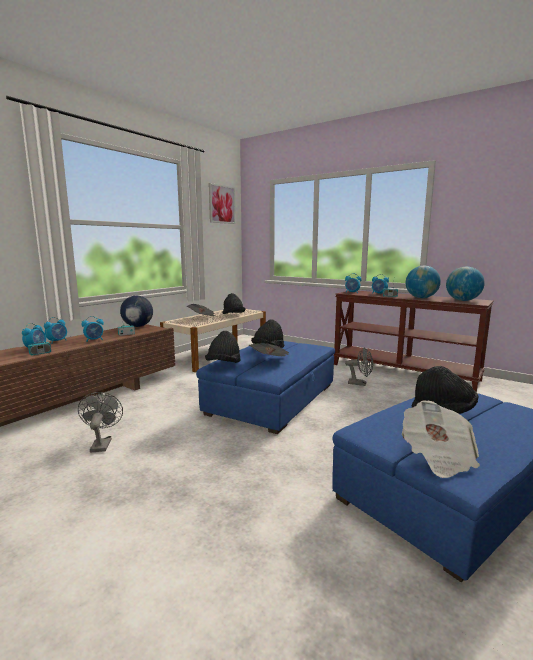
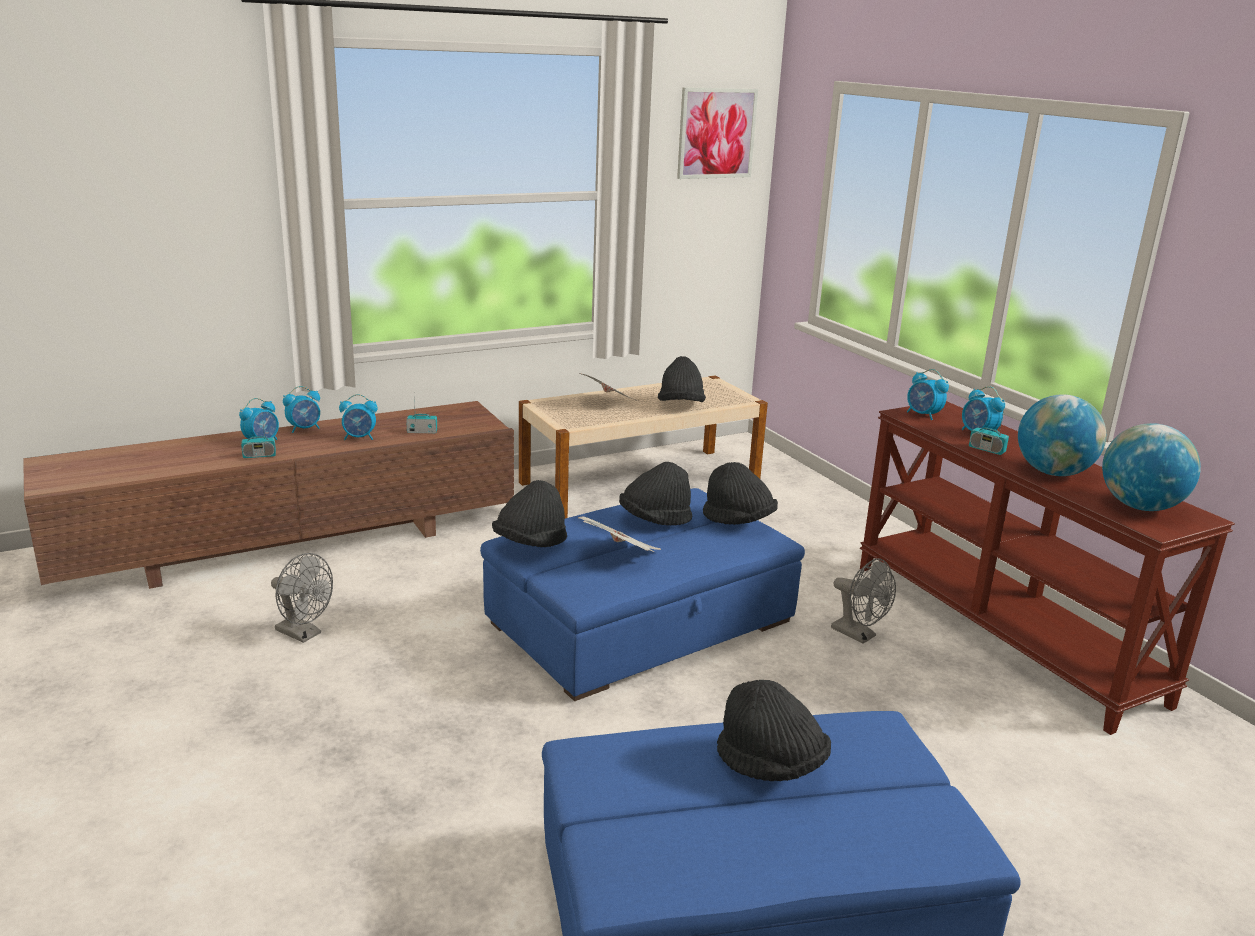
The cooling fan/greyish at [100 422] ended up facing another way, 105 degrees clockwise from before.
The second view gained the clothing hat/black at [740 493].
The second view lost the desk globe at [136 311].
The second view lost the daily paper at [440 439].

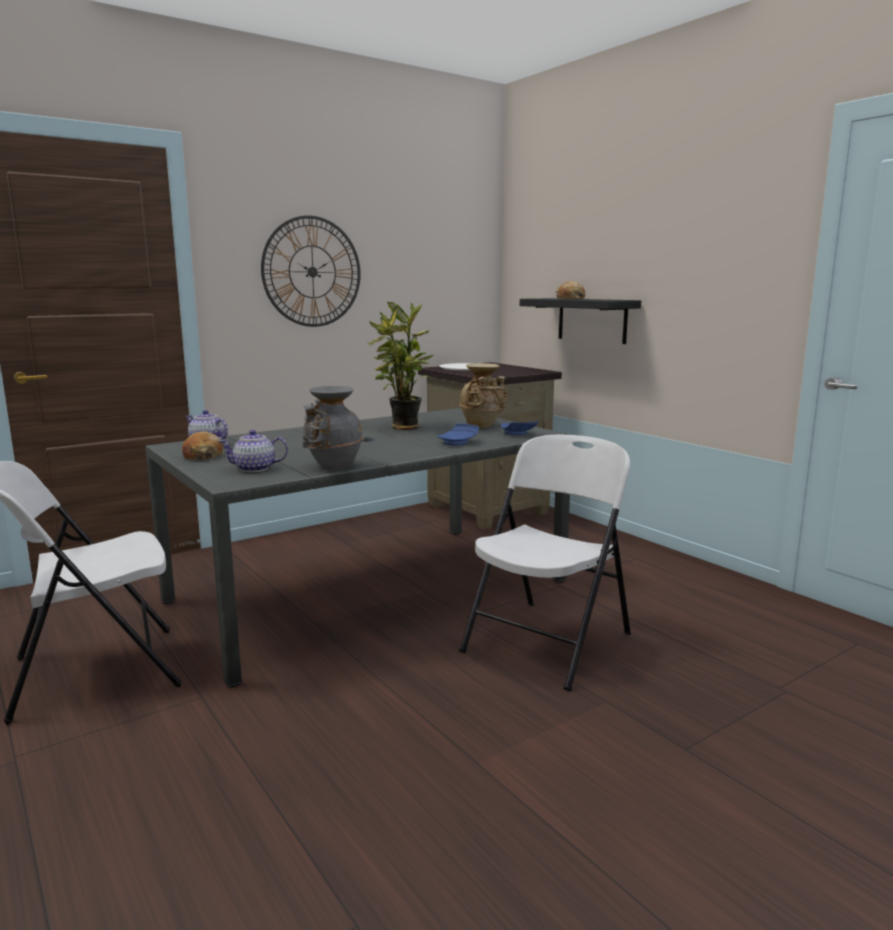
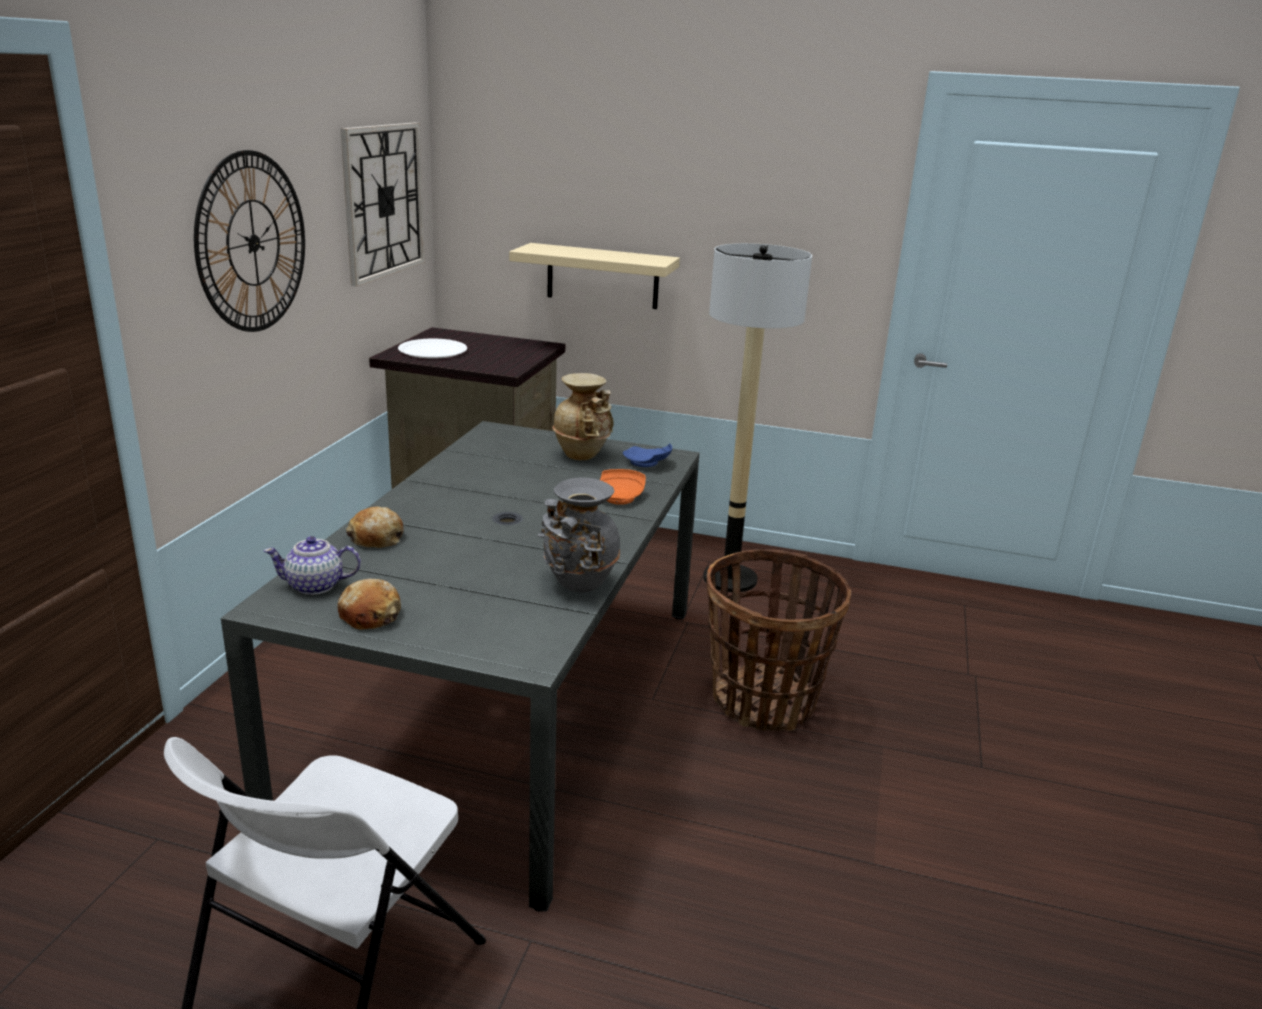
The second view gained the hanging clock at [382 205].
The bakery bread ended up elsewhere, having gone from [570 290] to [375 527].
What was the bracket shelf/black at [580 321] turned into the bracket shelf/beige-coloured at [594 276].
What was the flat dish/bluish at [458 434] turned into the flat dish/orangey at [623 487].
The second view gained the floor lamp at [757 417].
Where the chair/white stood at [545 563], the basket came to stand at [778 640].
The second view lost the tea pot at [253 451].
The second view lost the plant in a pot at [400 366].

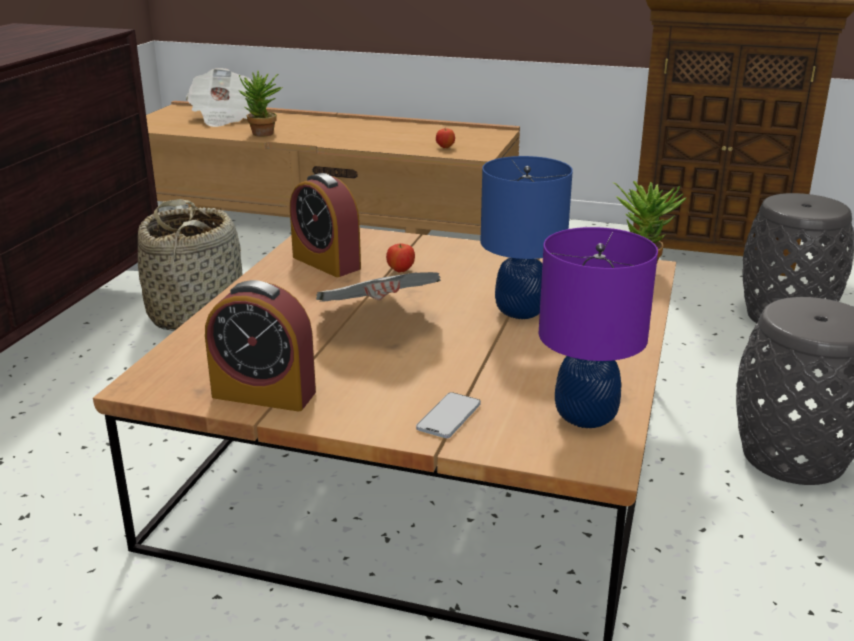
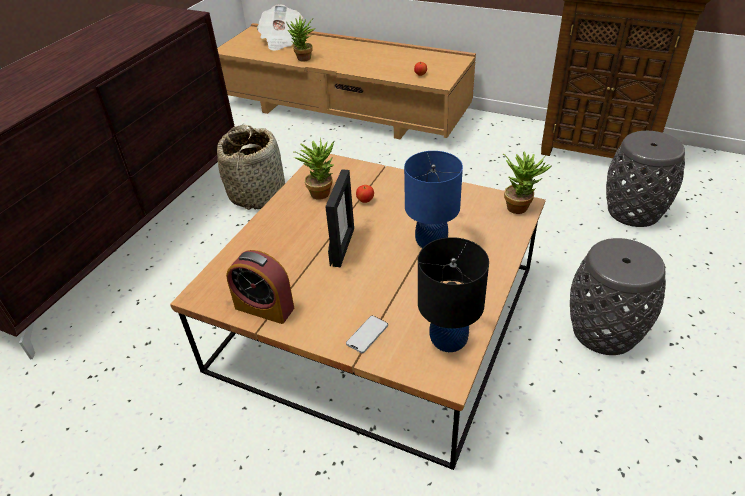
Where the alarm clock stood at [325 225], the plant in a pot came to stand at [314 169].
Where the daily paper stood at [378 286], the standing frame came to stand at [339 218].
What was the tabletop lamp/purplish at [598 327] turned into the tabletop lamp/black at [453 294].

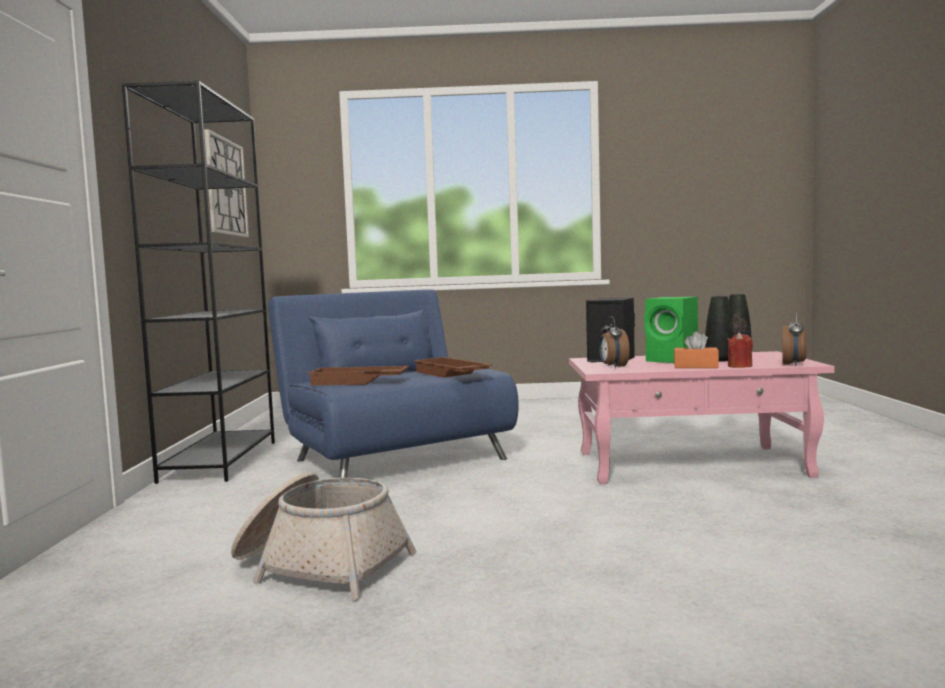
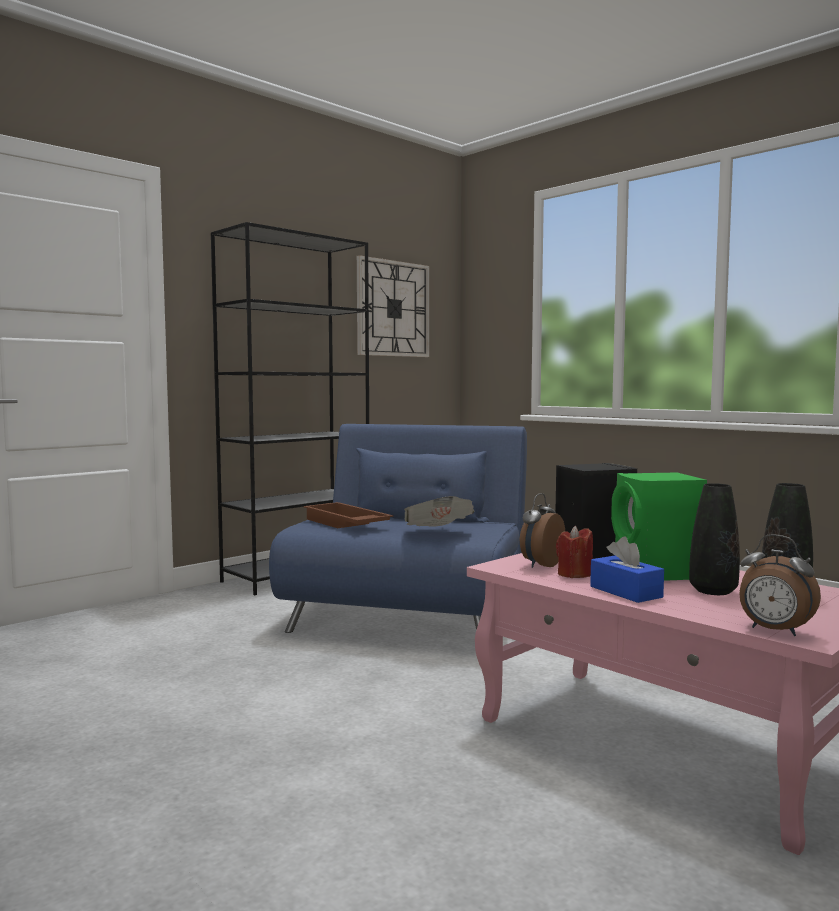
Where the serving tray/brownish stood at [452 367], the daily paper came to stand at [439 511].
The candle/red ended up elsewhere, having gone from [740 350] to [574 552].
What was the tissue holder/orangey at [696 350] turned into the tissue holder/bluish at [627 570].
The alarm clock at [794 339] ended up facing another way, 60 degrees clockwise from before.
The second view lost the basket at [323 536].

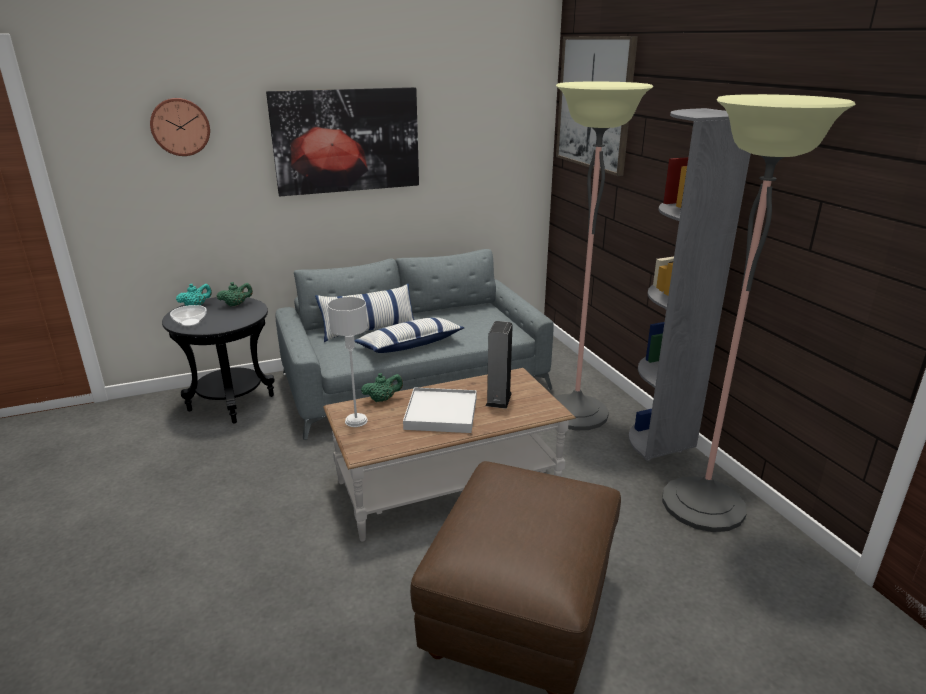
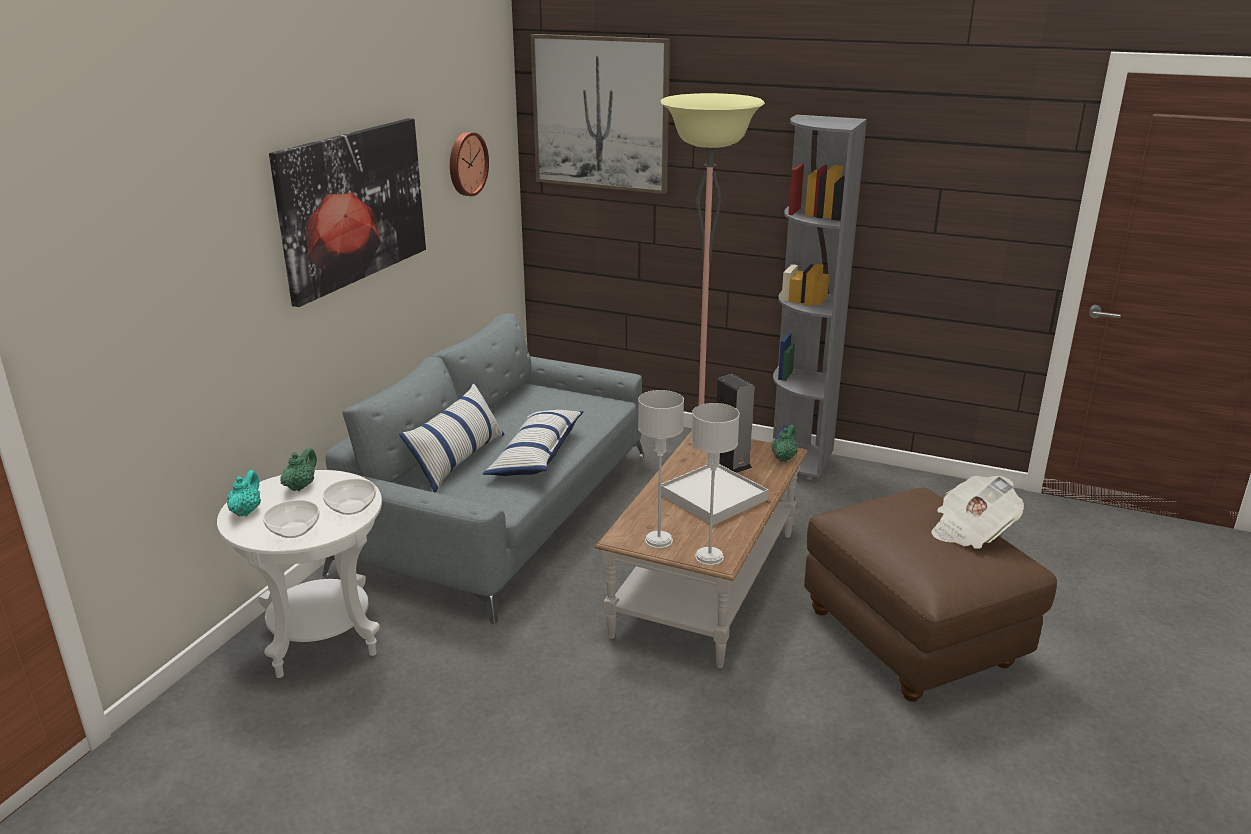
What was the accent table/black at [218 360] turned into the accent table/white at [299 574].
The second view gained the bowl at [349 497].
The hanging clock ended up elsewhere, having gone from [180 127] to [469 164].
The second view gained the tabletop lamp/greyish at [715 484].
The tea pot/green-coloured ended up elsewhere, having gone from [382 387] to [785 443].
The second view gained the daily paper at [977 512].
The second view lost the floor lamp at [759 313].

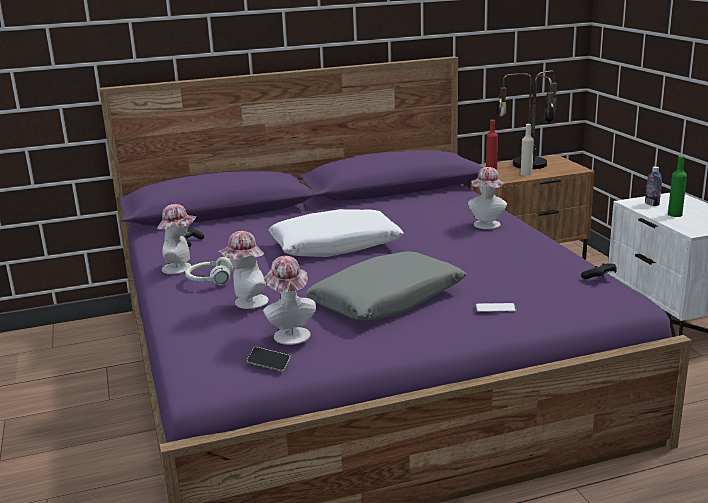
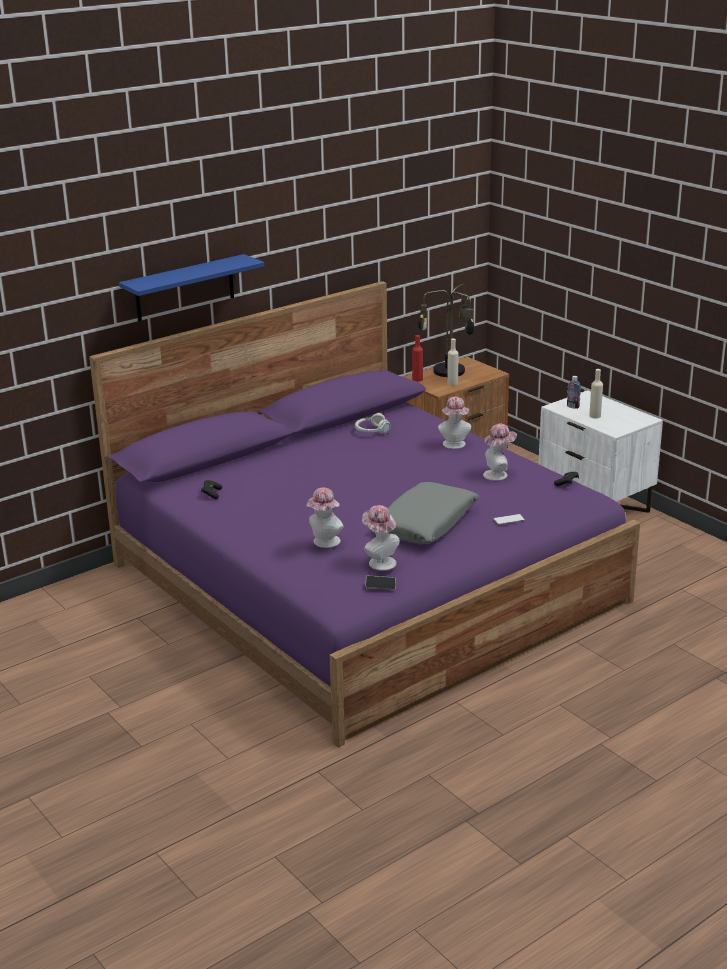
The second view gained the bracket shelf/bluish at [191 287].
The headphones ended up elsewhere, having gone from [209 271] to [373 423].
The clothing hat ended up elsewhere, having gone from [176 239] to [500 452].
What was the beverage bottle/green-coloured at [677 186] turned into the beverage bottle/beige-coloured at [596 393].
The second view lost the cushion/white at [336 233].

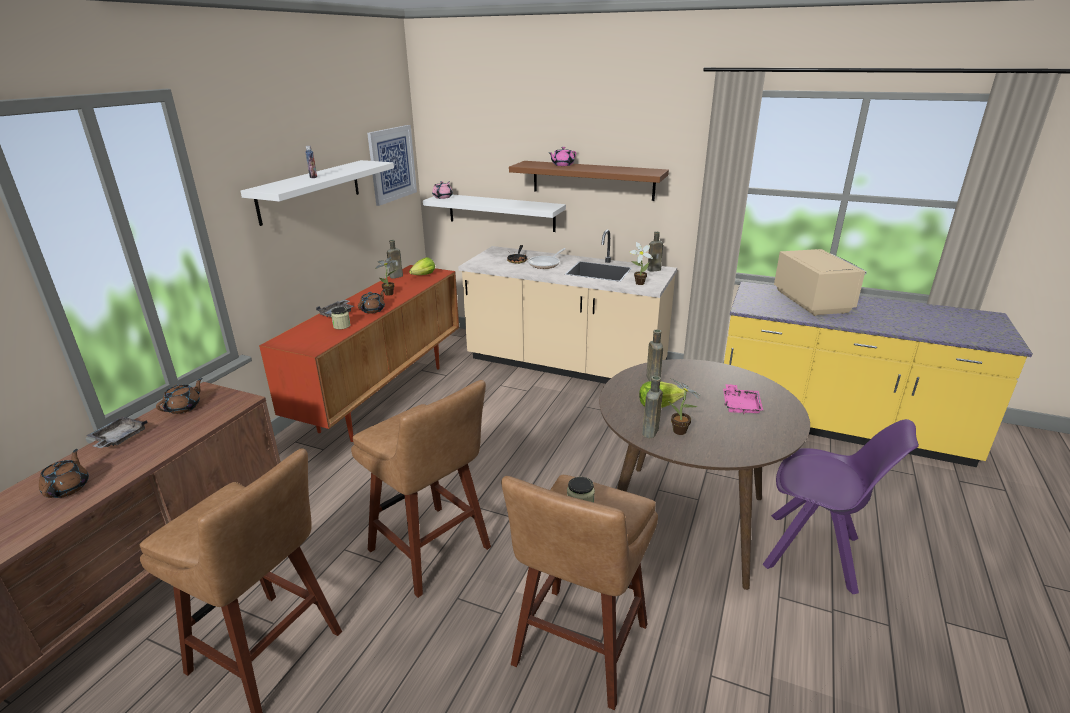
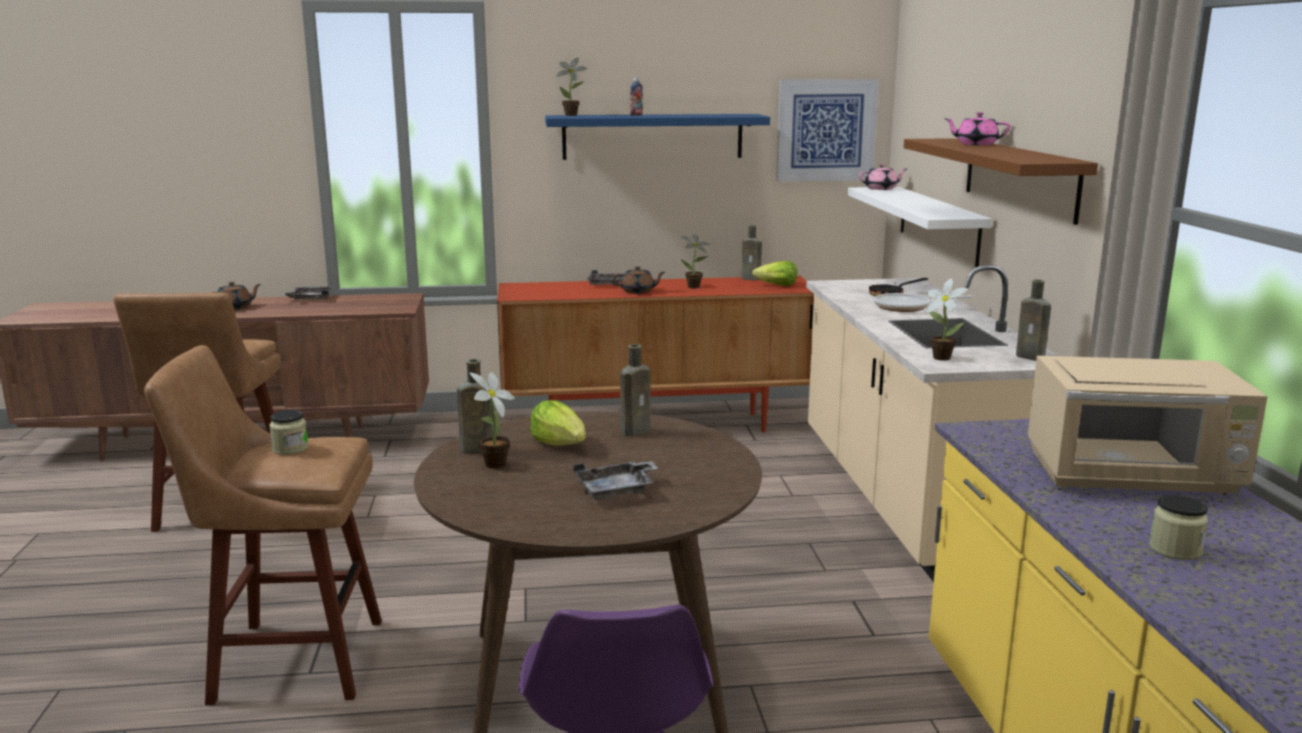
What was the bracket shelf/white at [317 193] turned into the bracket shelf/bluish at [657 137].
The second view gained the plant in a pot at [572 87].
What was the serving tray/pinkish at [743 399] turned into the serving tray/greyish at [616 480].
The kitchen microwave/beige-coloured at [820 282] ended up facing another way, 45 degrees clockwise from before.
The preserve jar ended up elsewhere, having gone from [341 318] to [1178 527].
The second view lost the tea pot/brownish at [179 396].
The second view lost the sitting stool/brownish at [421 489].

